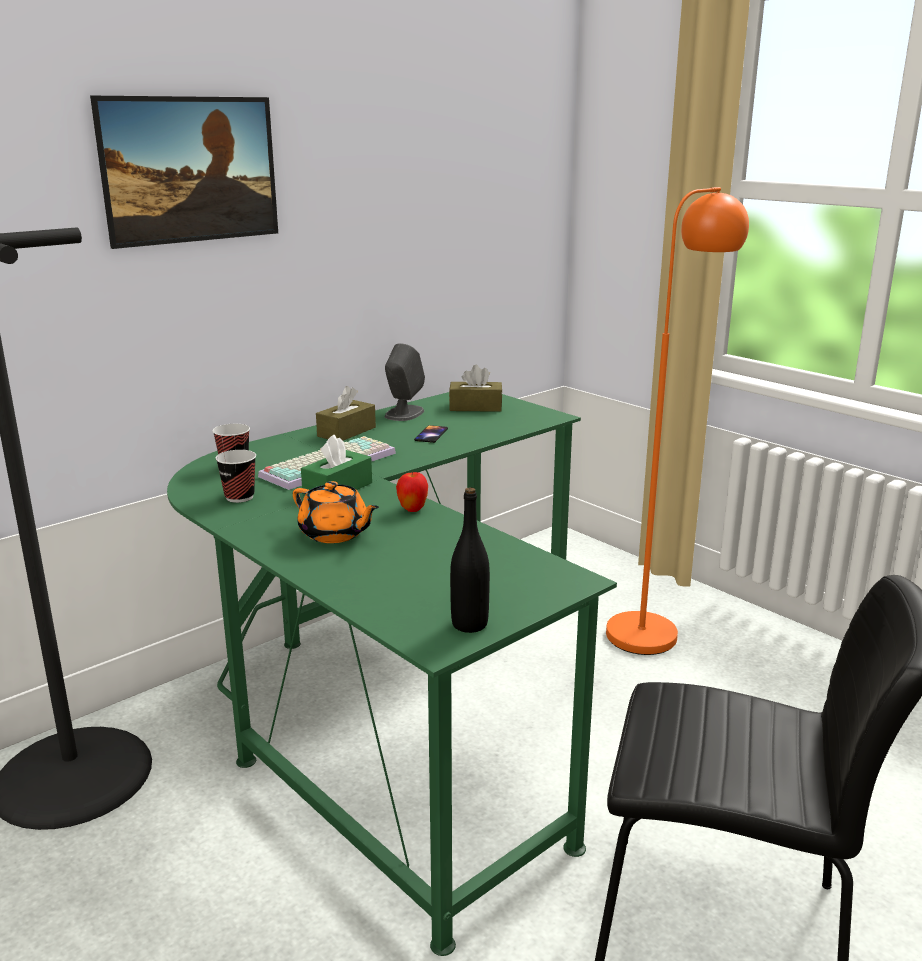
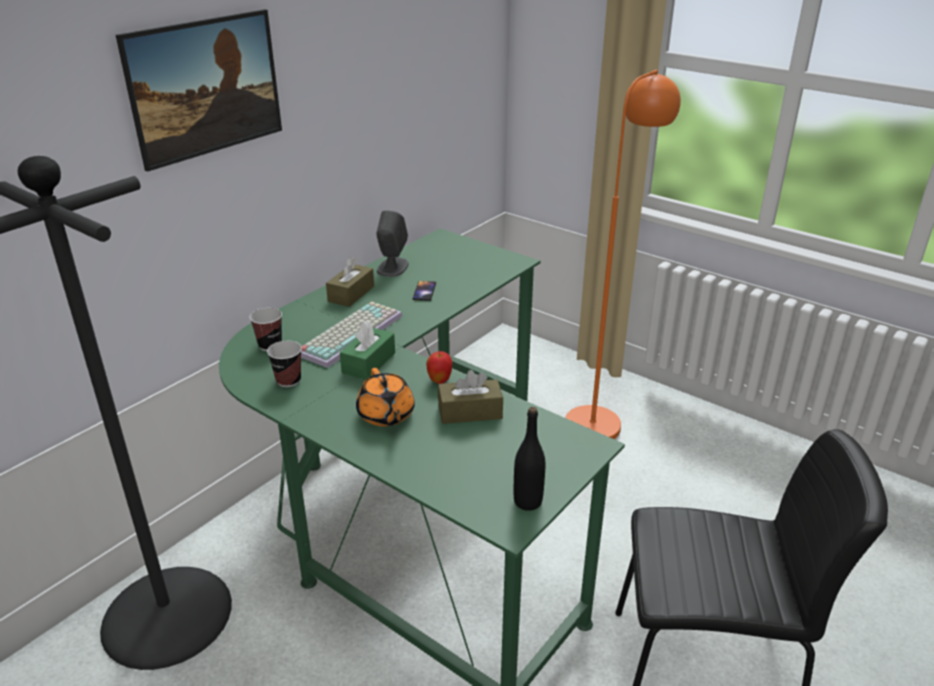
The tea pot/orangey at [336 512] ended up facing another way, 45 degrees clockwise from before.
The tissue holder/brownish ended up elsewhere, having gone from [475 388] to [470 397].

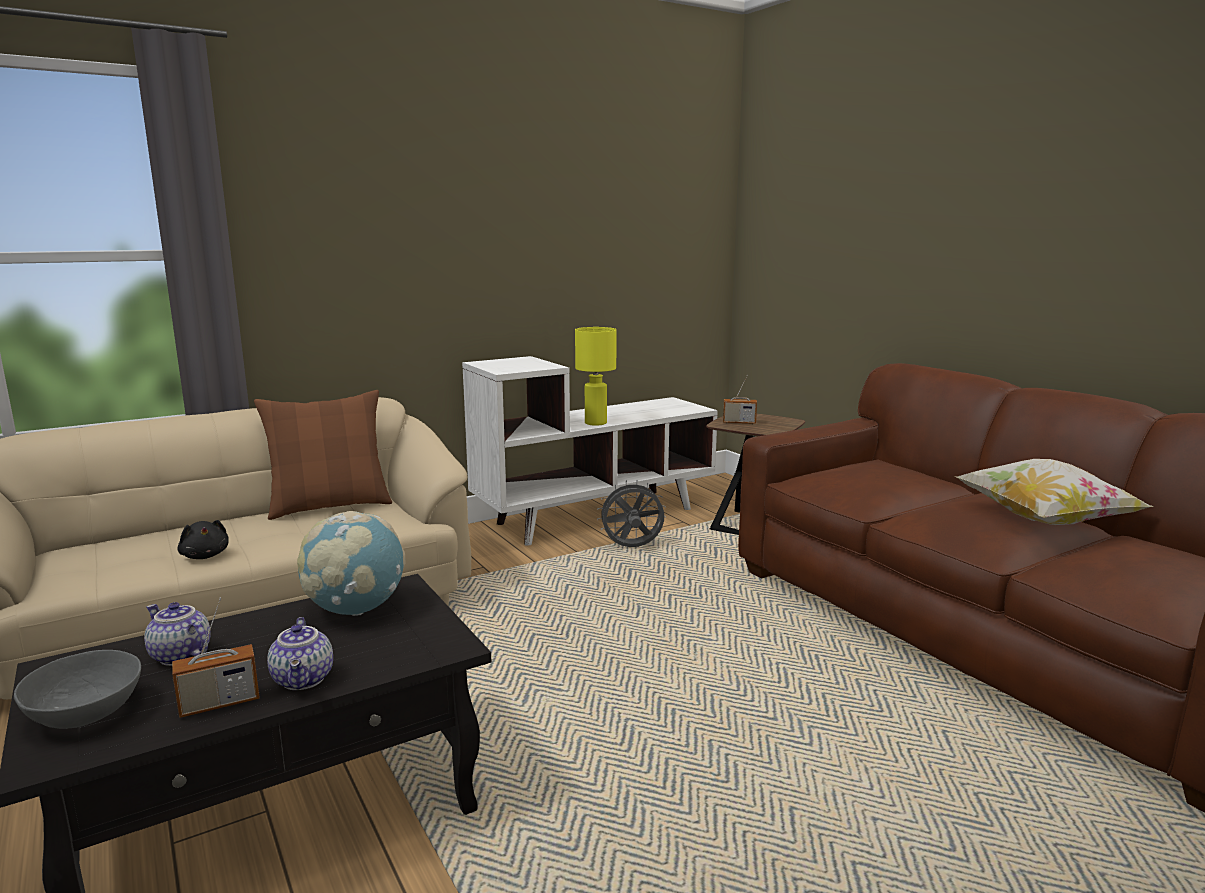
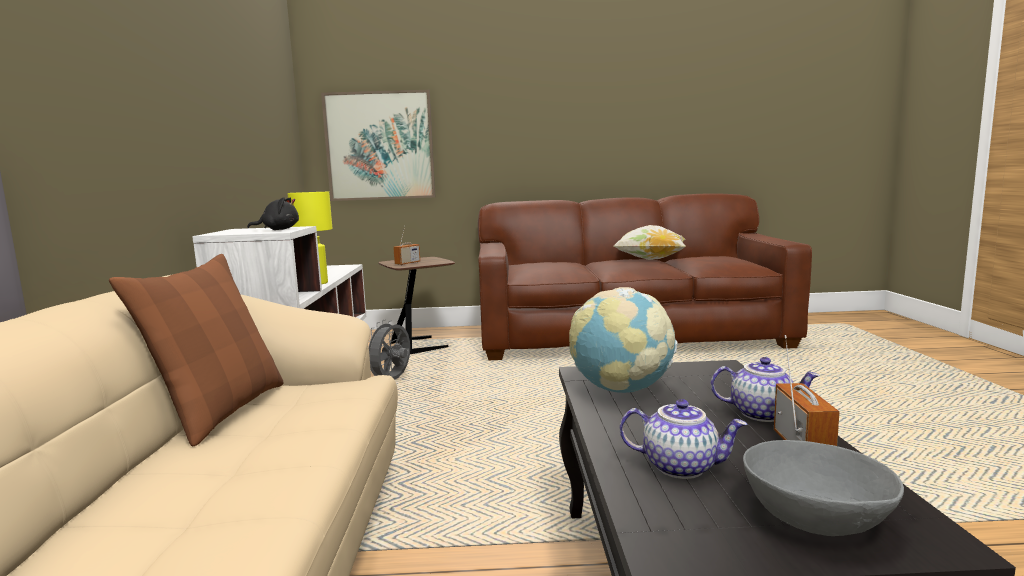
The plush toy/black ended up elsewhere, having gone from [203 539] to [273 214].
The second view gained the wall picture at [378 145].
The tea pot at [177 634] ended up facing another way, 135 degrees counterclockwise from before.

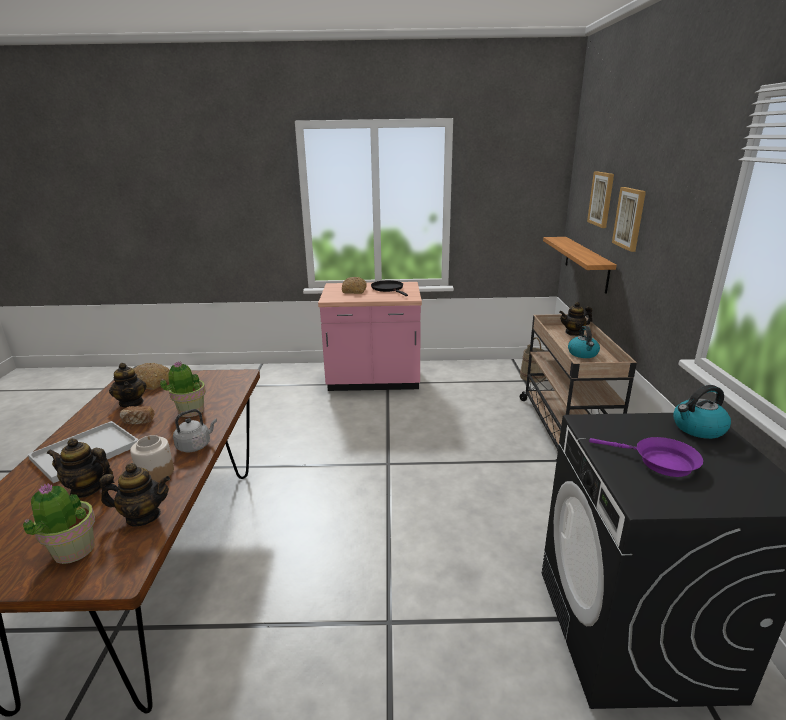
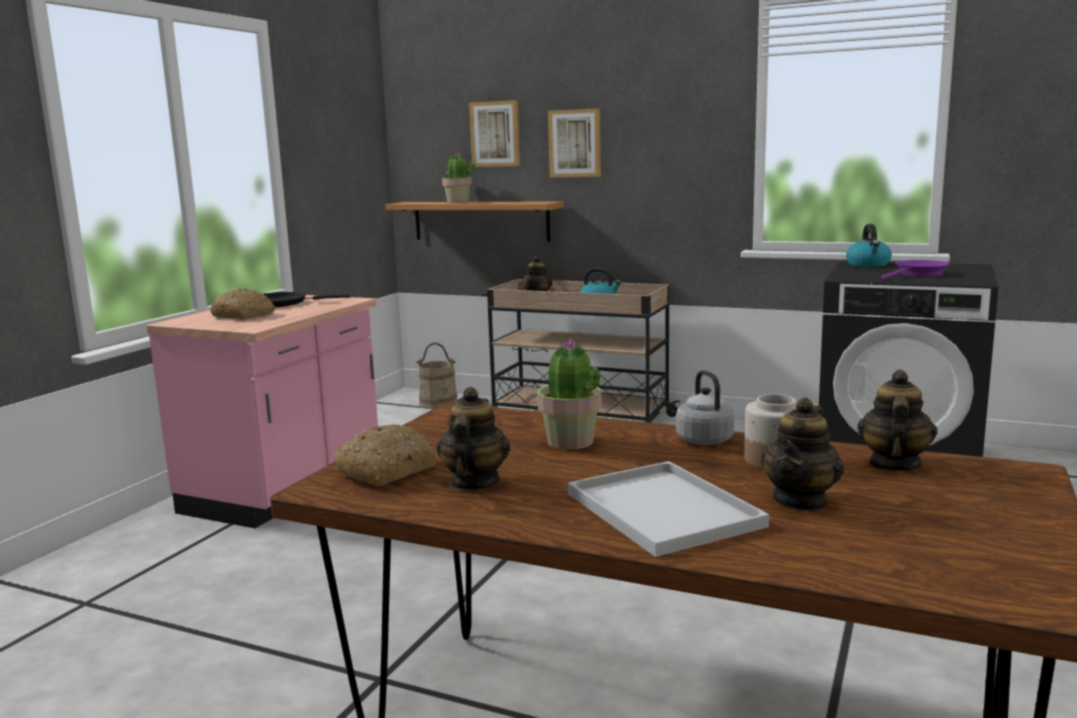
The tea pot at [127 385] ended up facing another way, 75 degrees counterclockwise from before.
The plant in a pot ended up elsewhere, having gone from [59 523] to [458 178].
The second view lost the bakery bread at [137 415].

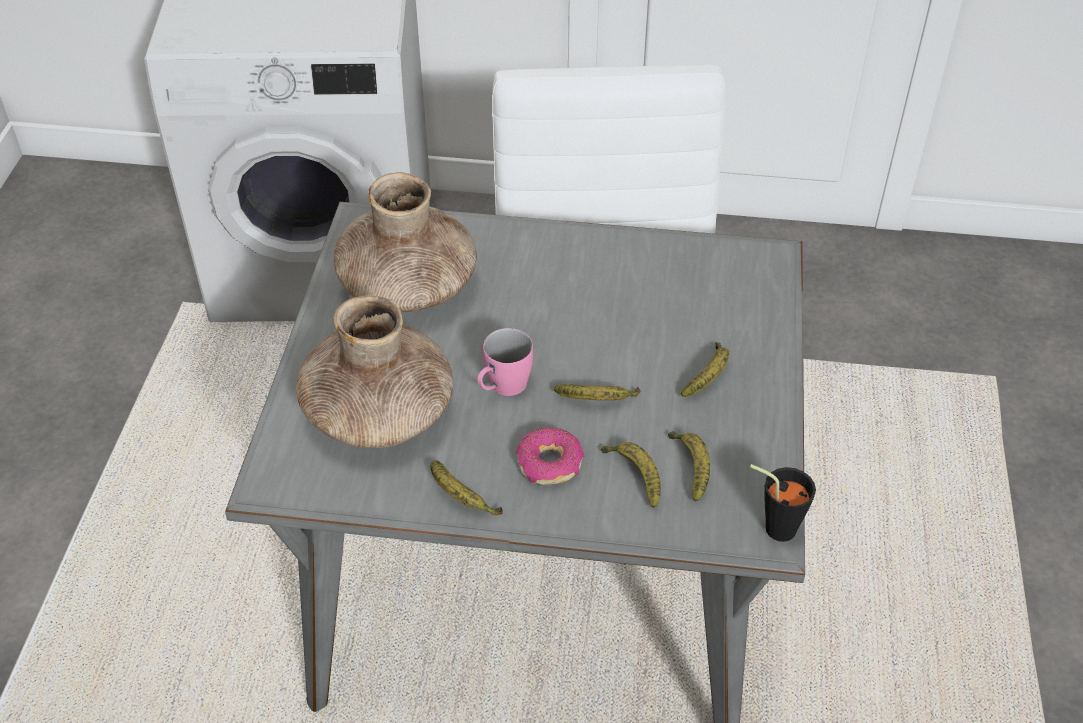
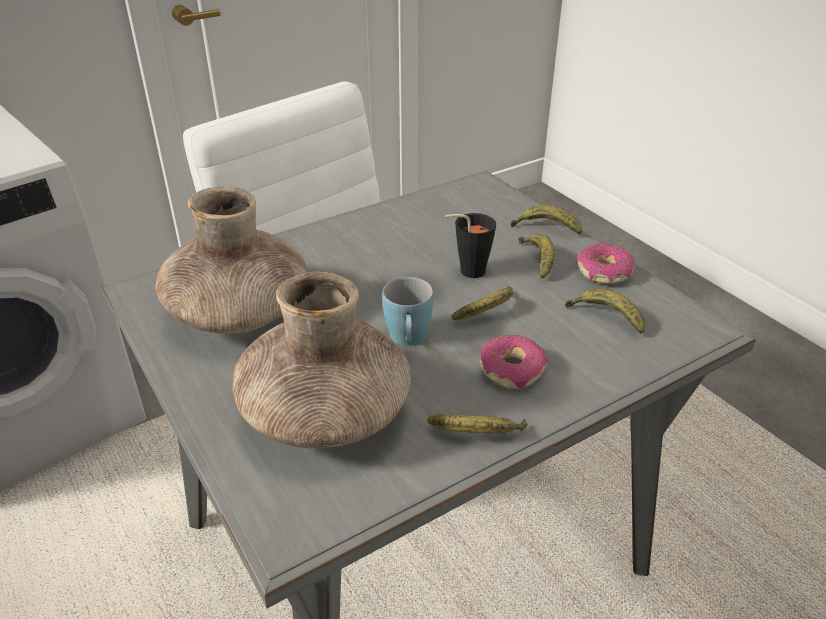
What was the coffee mug/pinkish at [505 362] turned into the coffee mug/bluish at [407 311].
The drinking cup/black ended up elsewhere, having gone from [783 503] to [470 245].
The banana fruit ended up elsewhere, having gone from [631 475] to [546 220].
The second view gained the donut at [606 263].

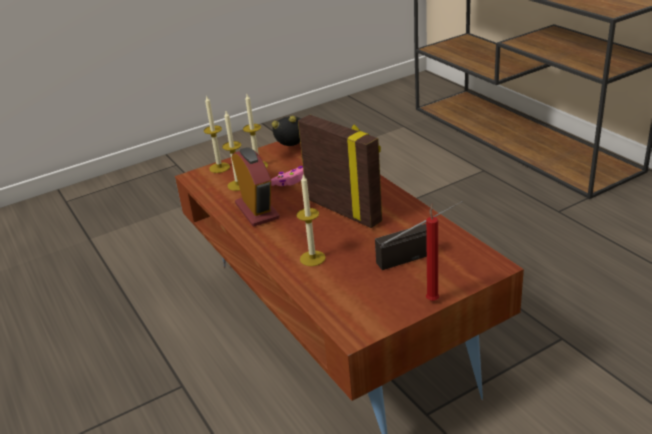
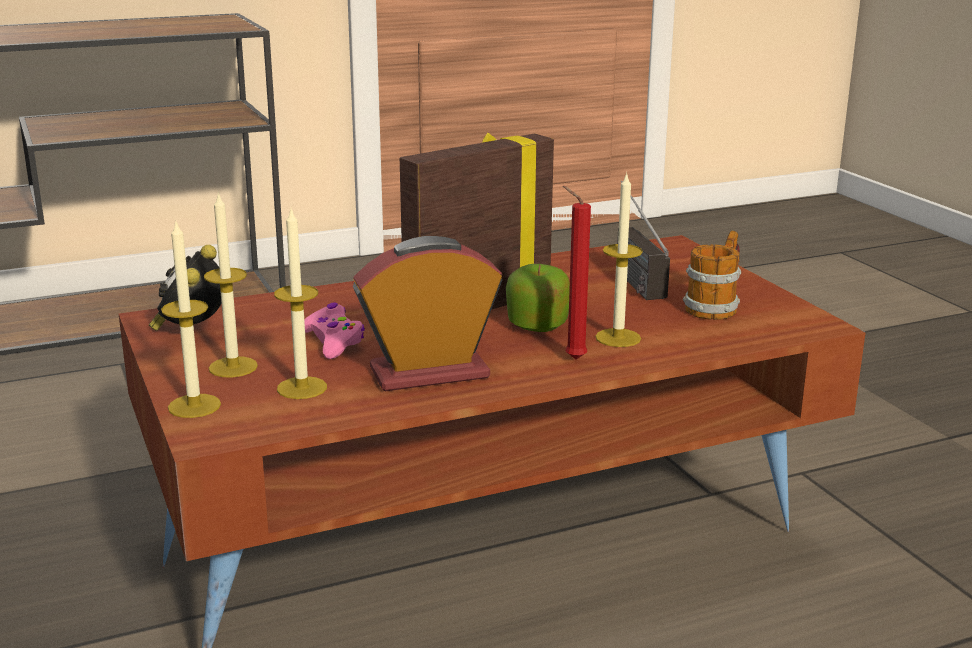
The second view gained the apple fruit at [538 298].
The candle/red ended up elsewhere, having gone from [432 252] to [577 272].
The second view gained the coffee mug at [712 275].

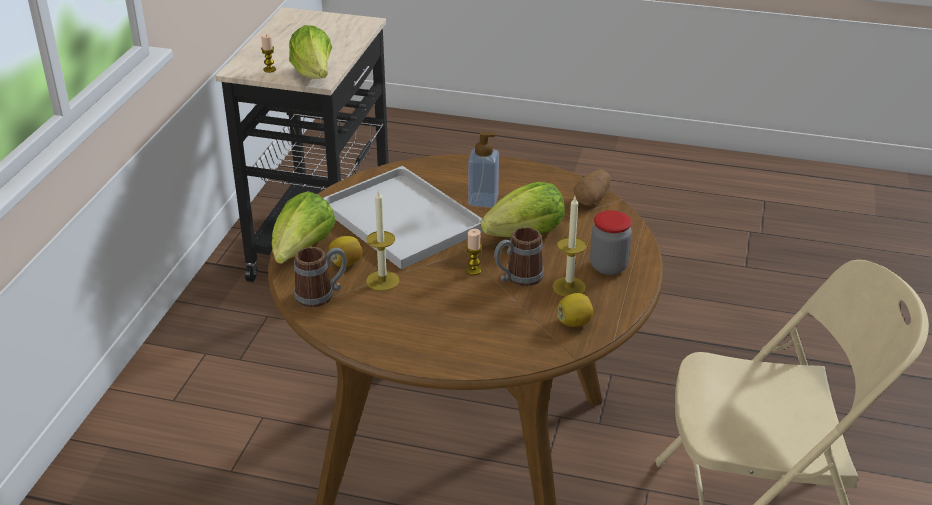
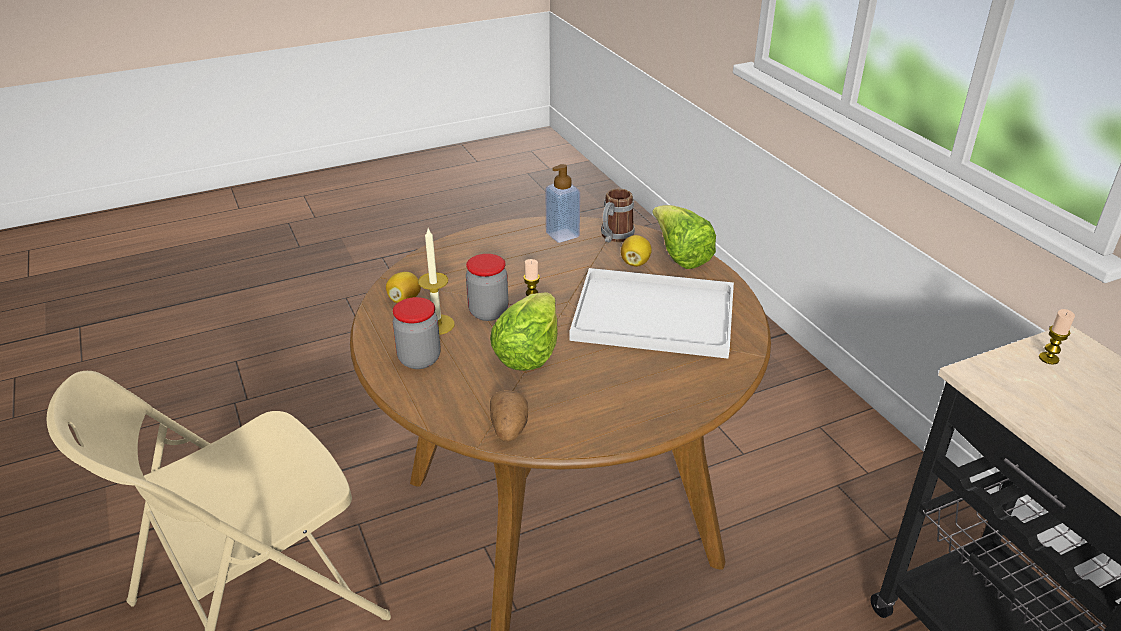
Where the coffee mug stood at [519 256], the preserve jar came to stand at [487 287].
The liquid soap bottle ended up elsewhere, having gone from [483 169] to [562 203].
The second view lost the lettuce head at [310 52].
The second view lost the candle at [382 241].

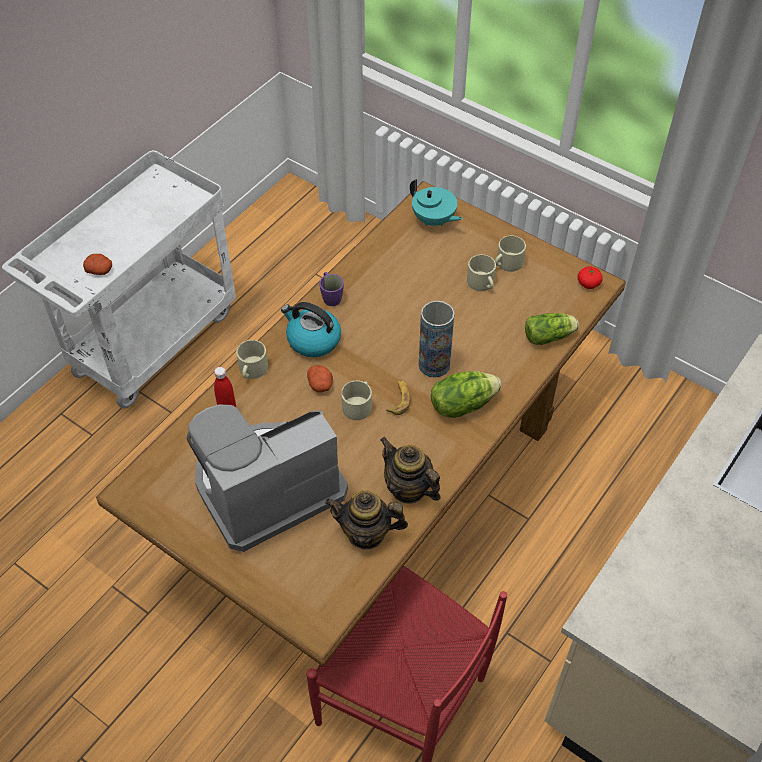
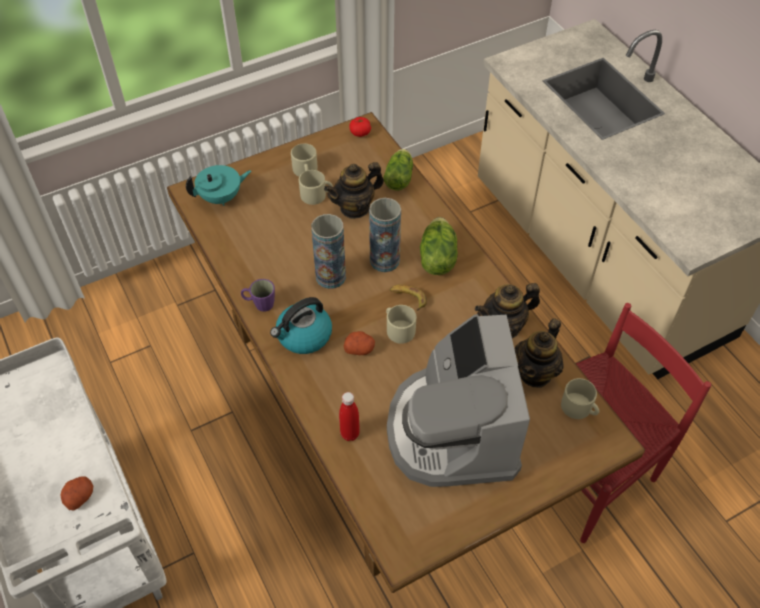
The second view gained the vase at [328 251].
The second view gained the tea pot at [354 190].
The coffee mug/beige-coloured ended up elsewhere, having gone from [252 359] to [580 398].

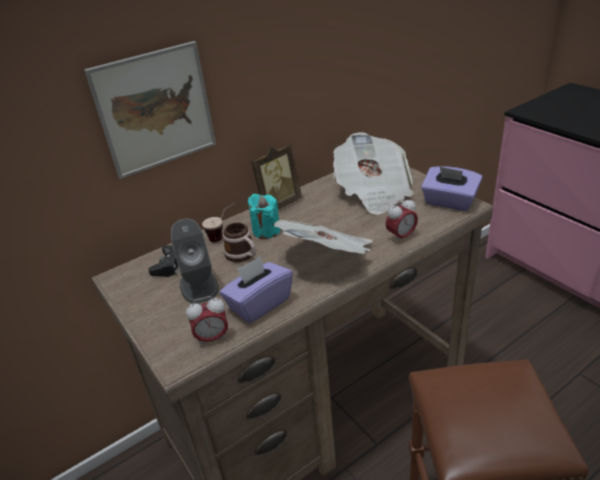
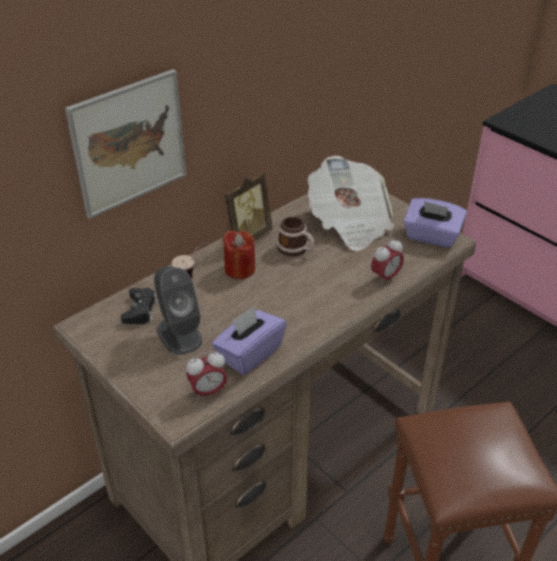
What was the candle/turquoise at [264 216] turned into the candle/red at [239 254].
The coffee mug ended up elsewhere, having gone from [239 242] to [295 236].
The second view lost the daily paper at [323 237].

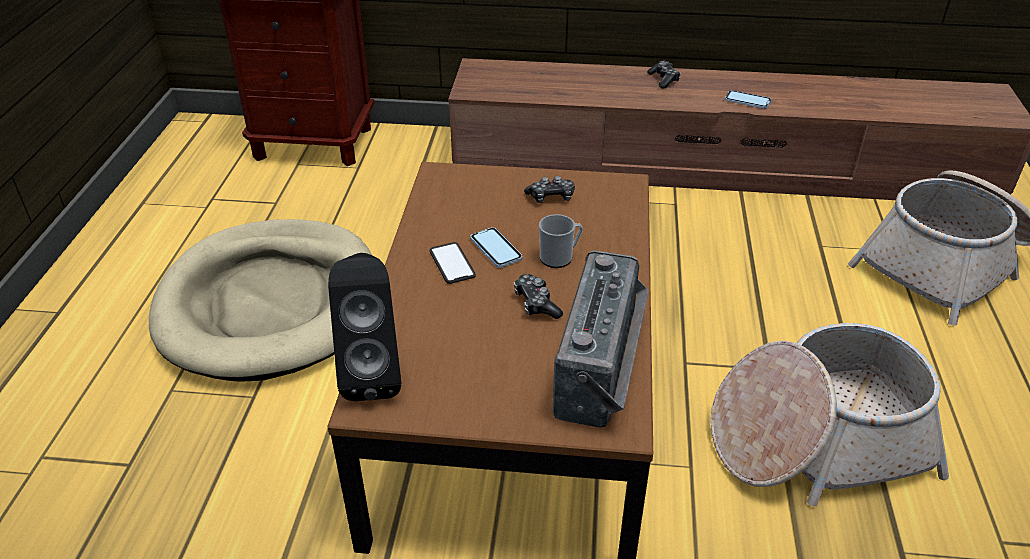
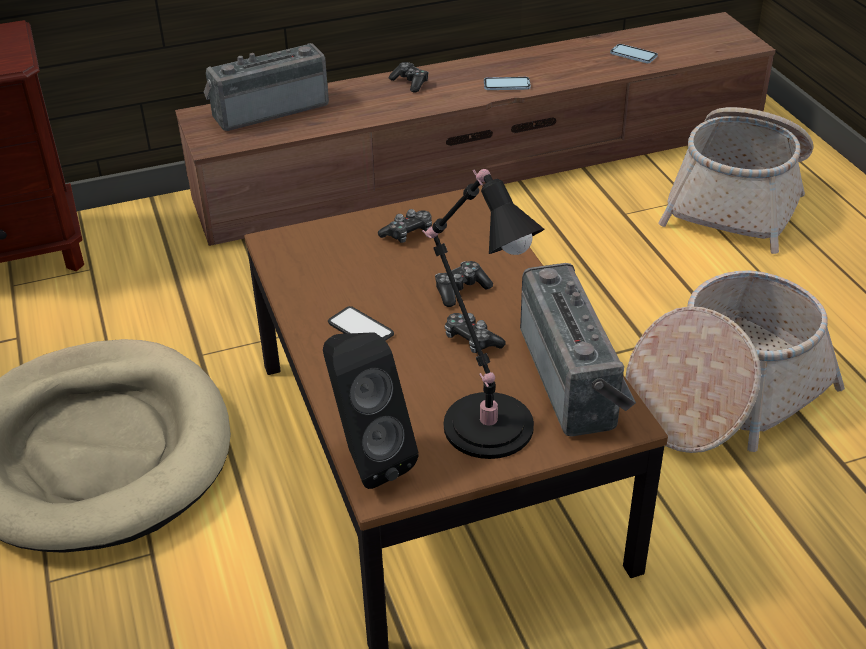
The second view gained the radio at [266 87].
The second view gained the tabletop lamp/black at [483 314].
Where the coffee mug stood at [561 241], the game controller came to stand at [464 284].
The handset ended up elsewhere, having gone from [496 247] to [634 53].

